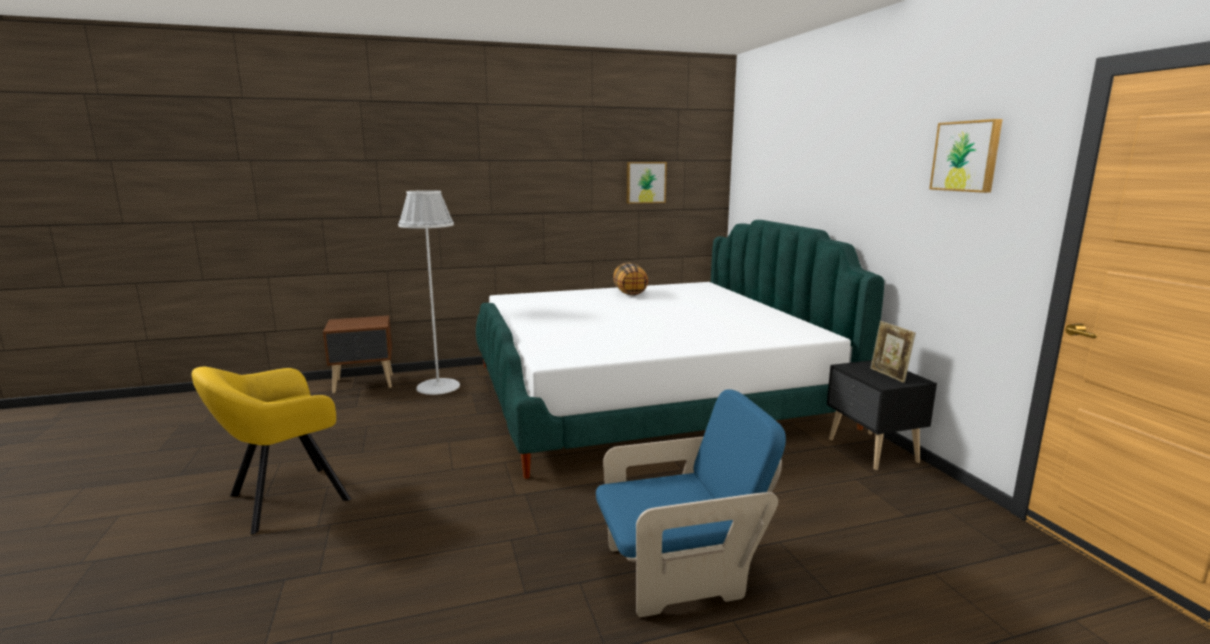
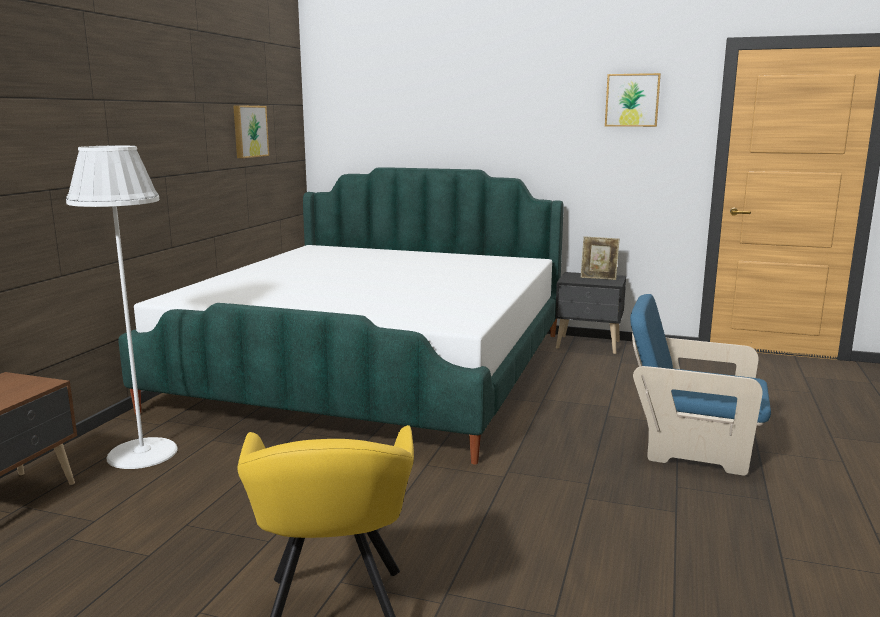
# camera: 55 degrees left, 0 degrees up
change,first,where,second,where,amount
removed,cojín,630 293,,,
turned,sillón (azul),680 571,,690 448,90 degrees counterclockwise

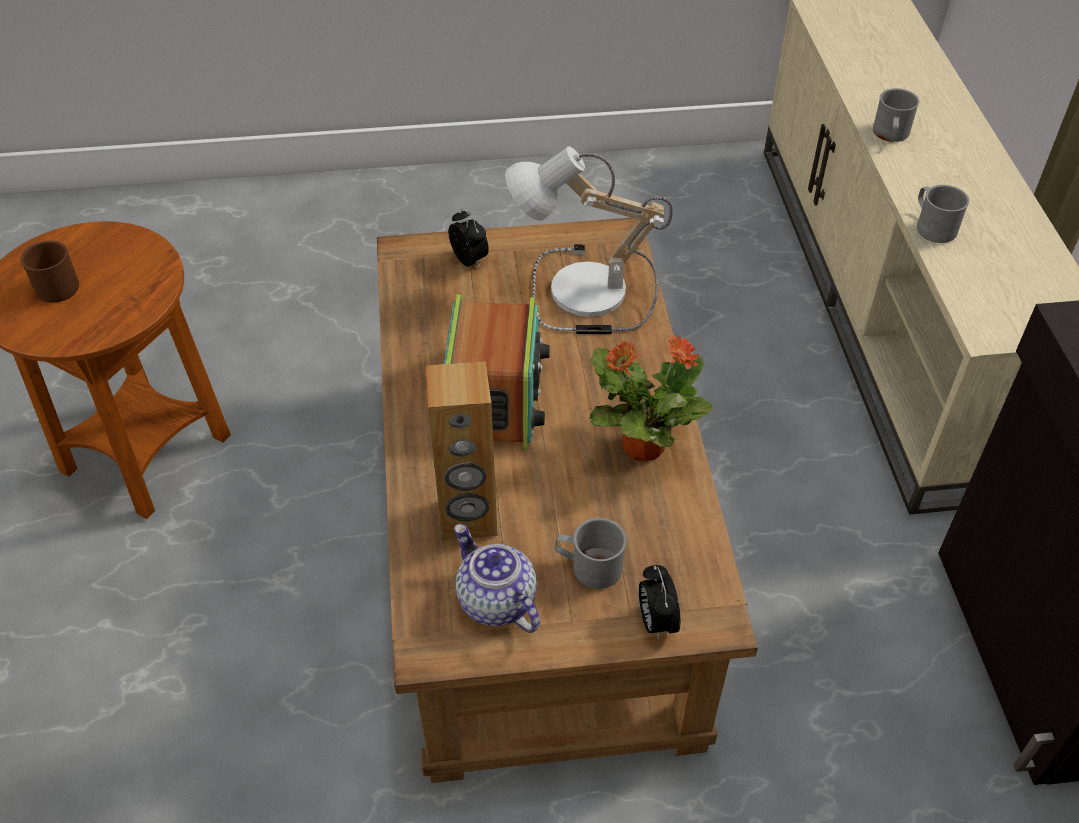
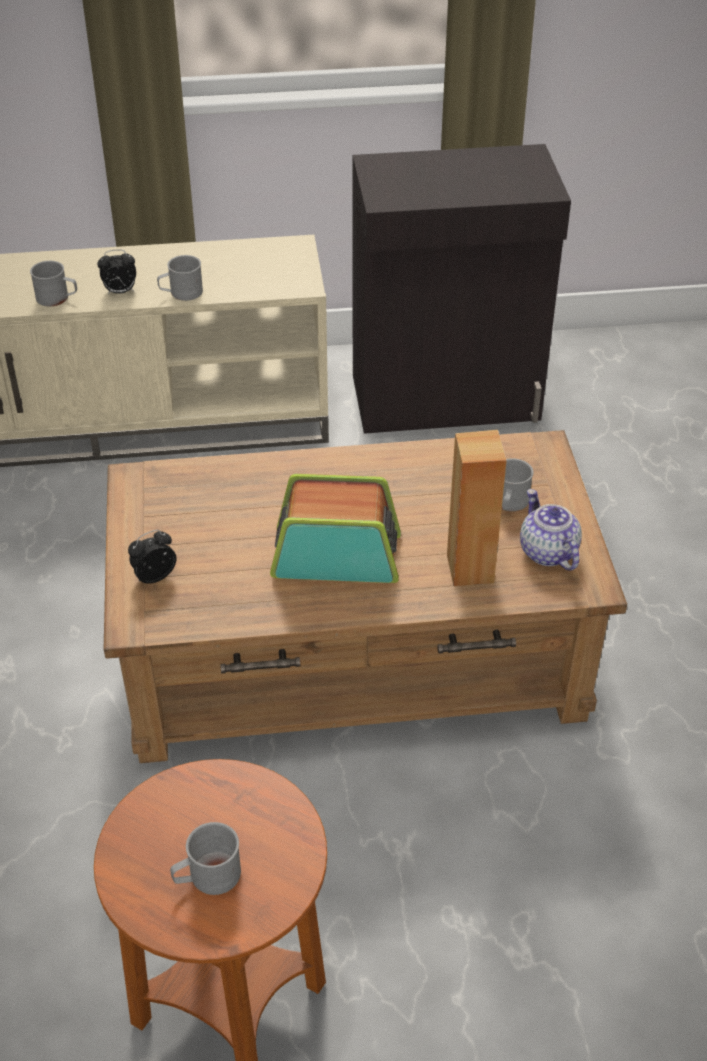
# camera: 90 degrees left, 5 degrees down
change,first,where,second,where,amount
removed,lámpara de mesa,583 296,,,
removed,planta en maceta,641 446,,,
moved,despertador,656 621,,120 292,
recoloured,taza grande (marrón),56 283,taza grande (gris),207 877,
turned,tetera,495 601,,547 552,105 degrees clockwise

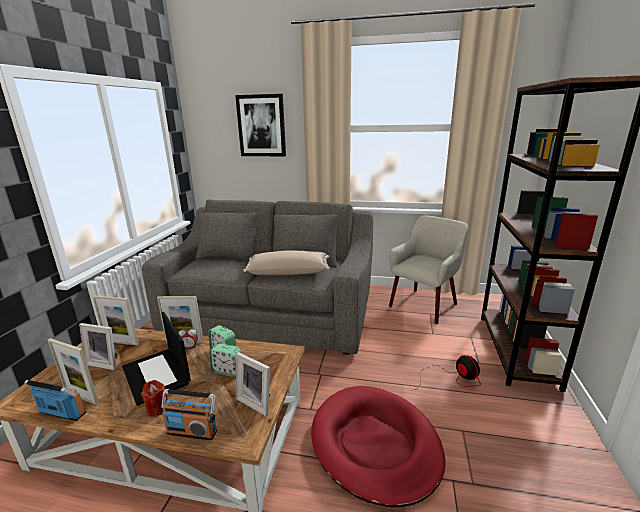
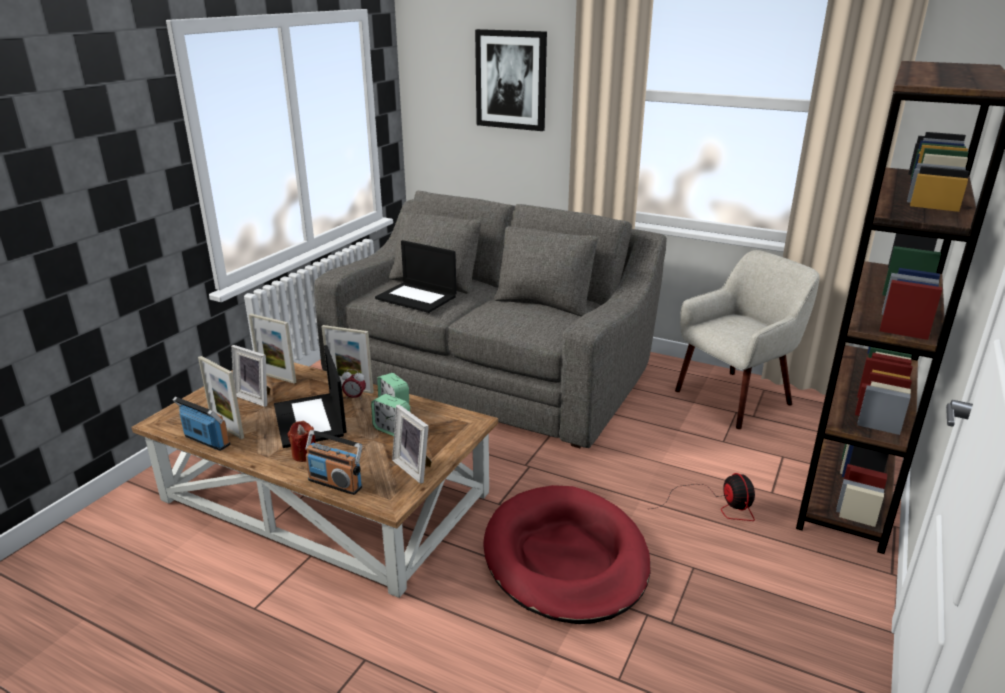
# camera: 15 degrees right, 5 degrees up
change,first,where,second,where,amount
removed,cojín (beis),288 272,,,
added,,,portátil,417 297,

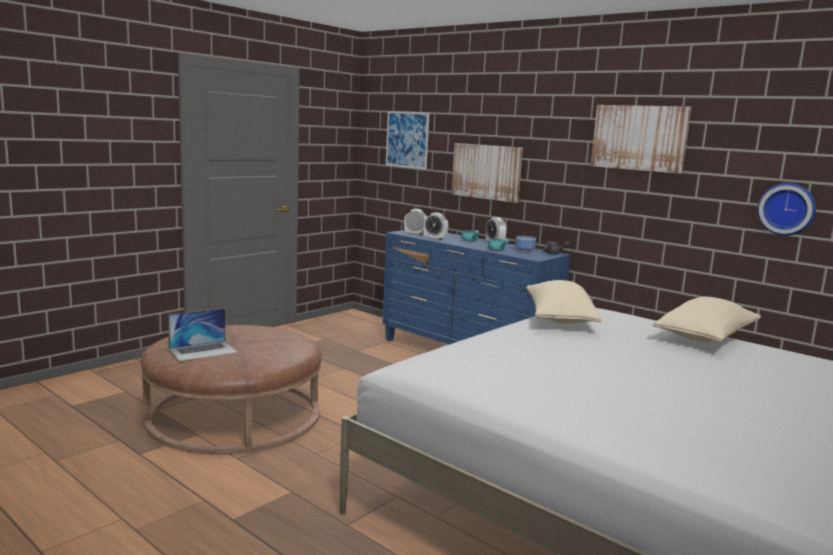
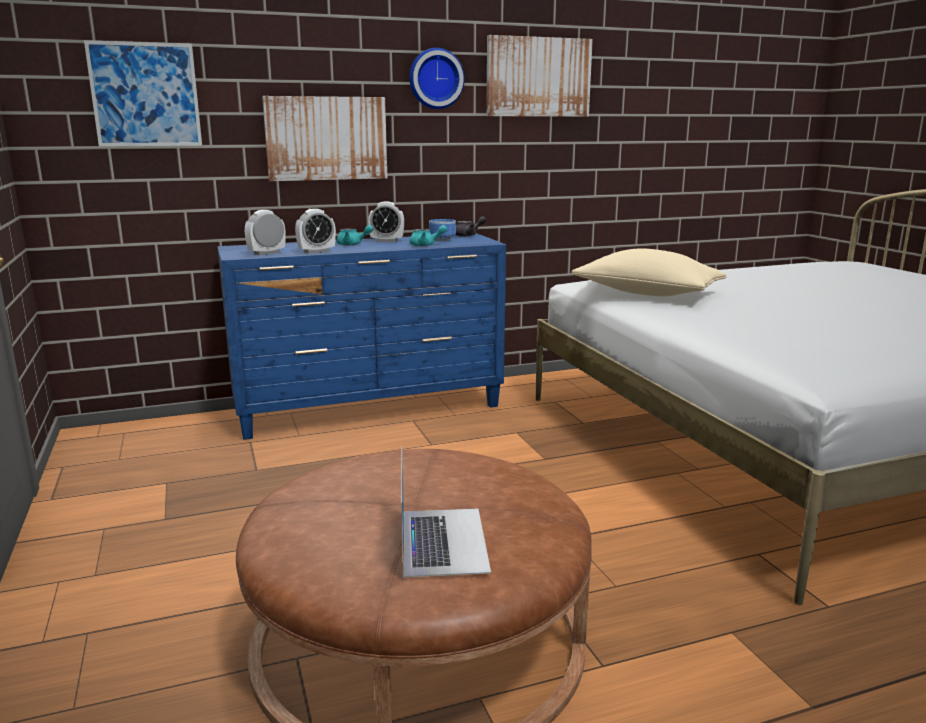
# camera: 60 degrees left, 5 degrees up
change,first,where,second,where,amount
removed,cojín (beis),706 338,,,
moved,reloj de pared,787 209,,435 79,

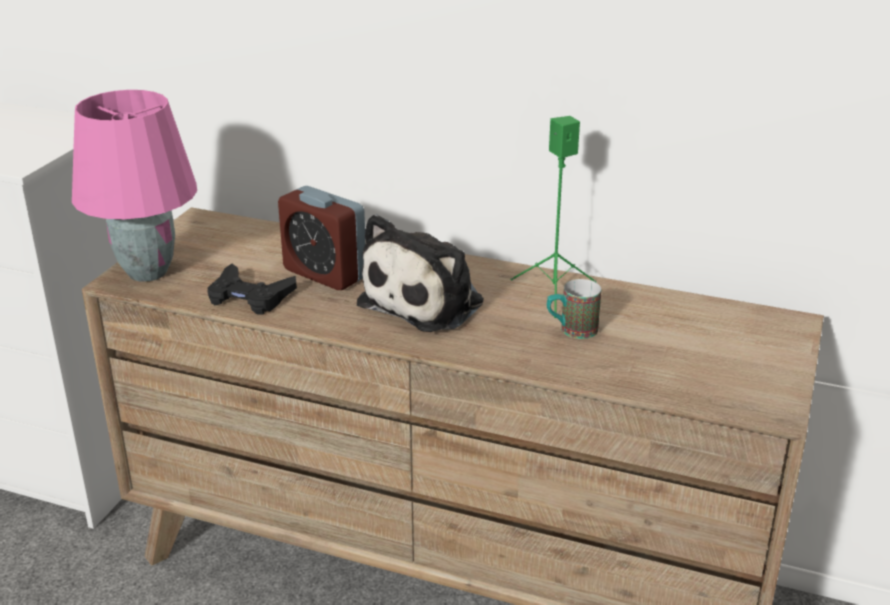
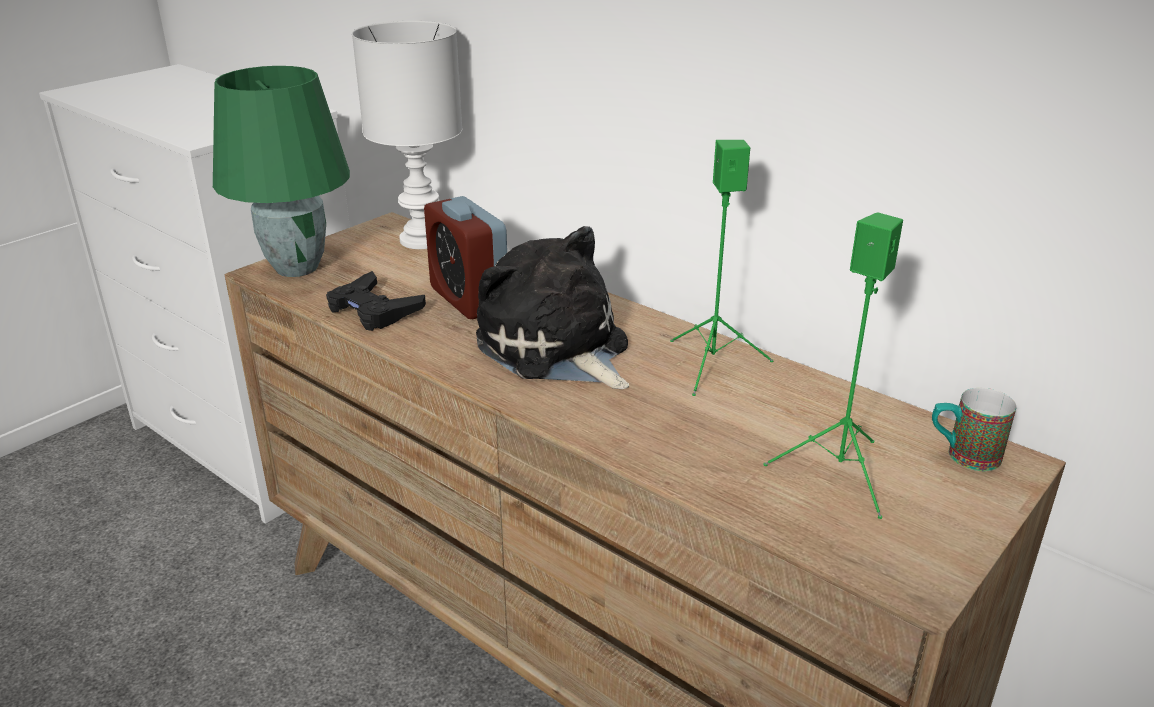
# camera: 20 degrees right, 0 degrees up
change,first,where,second,where,amount
added,,,lámpara de mesa (blanco),424 240,
added,,,altavoz (verde),840 474,
moved,taza grande,571 331,,962 456,
recoloured,lámpara de mesa (rosa),146 272,lámpara de mesa (verde),296 267,
turned,peluche,427 301,,556 349,90 degrees clockwise

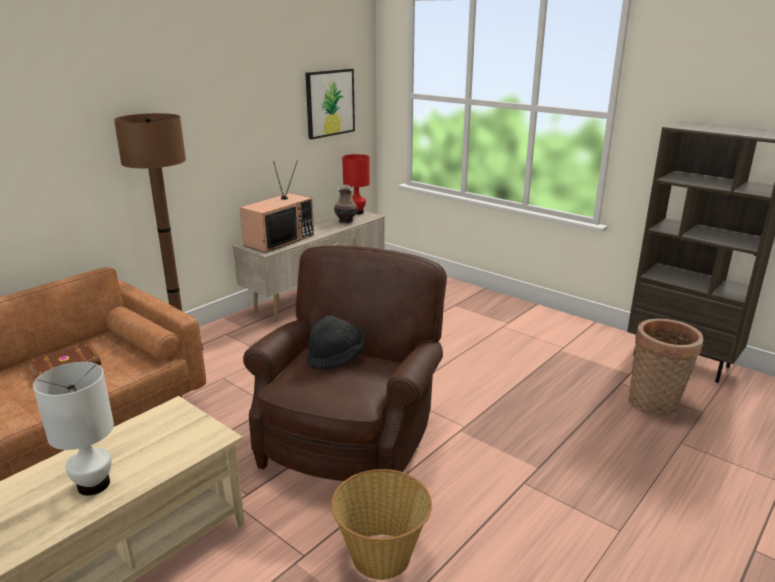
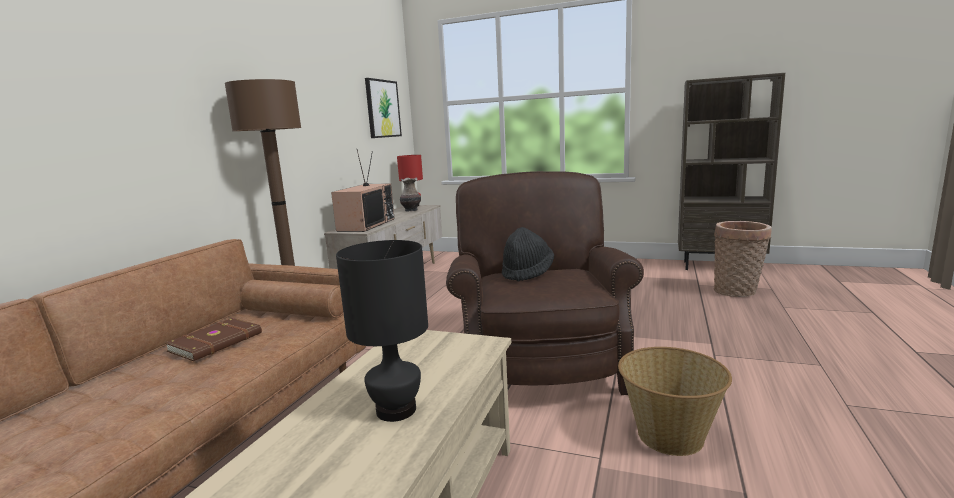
# camera: 20 degrees left, 10 degrees down
change,first,where,second,where,amount
recoloured,lámpara de mesa (blanco),93 484,lámpara de mesa (negro),395 410,

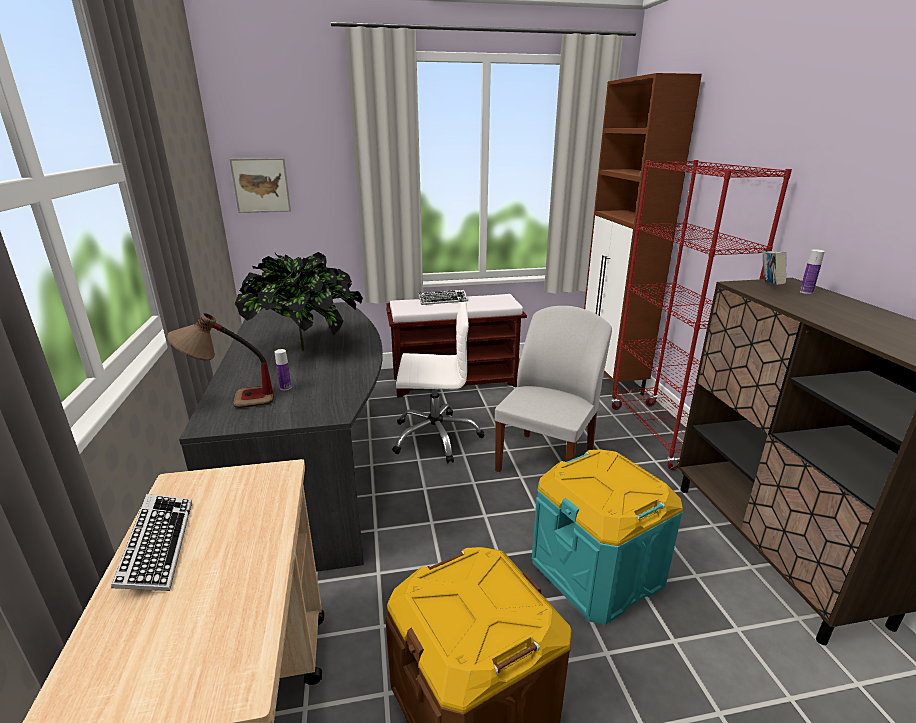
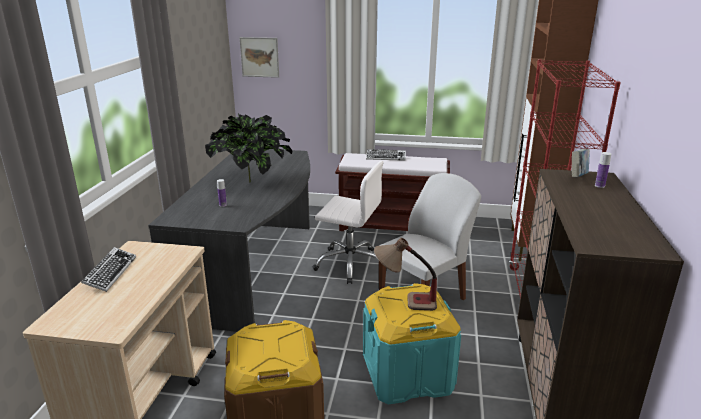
# camera: 20 degrees right, 0 degrees up
change,first,where,second,where,amount
moved,lámpara de mesa,230 402,,404 302,

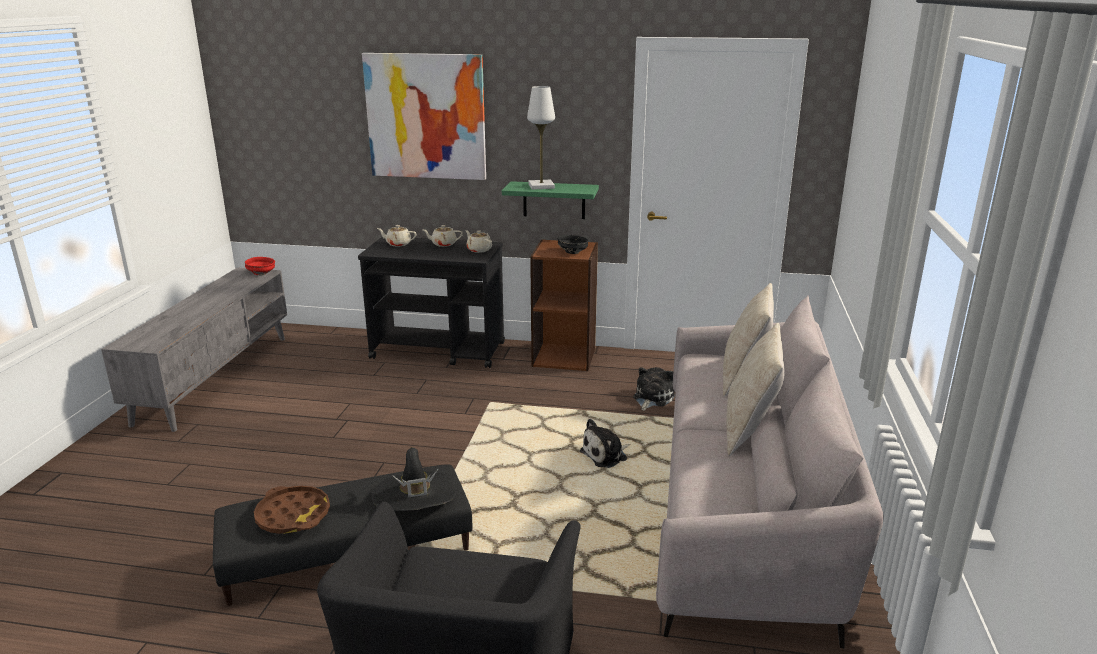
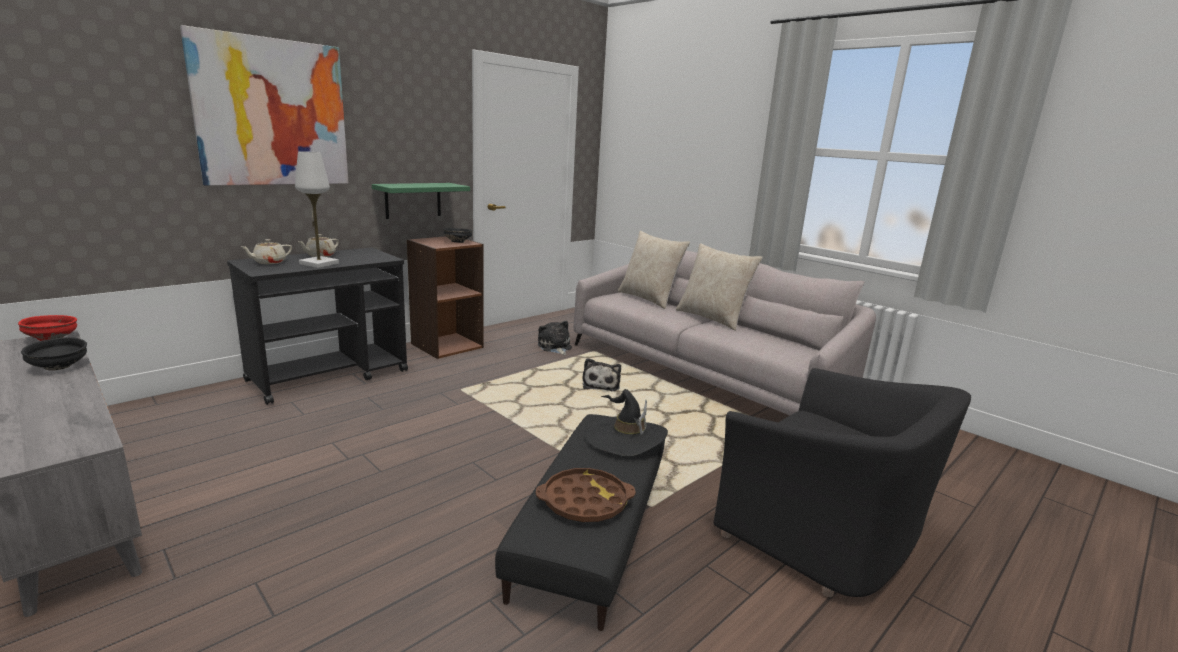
# camera: 55 degrees left, 5 degrees down
change,first,where,second,where,amount
removed,tetera (beis),479 250,,,
added,,,cuenco (negro),59 367,
moved,lámpara de mesa (blanco),541 186,,319 264,

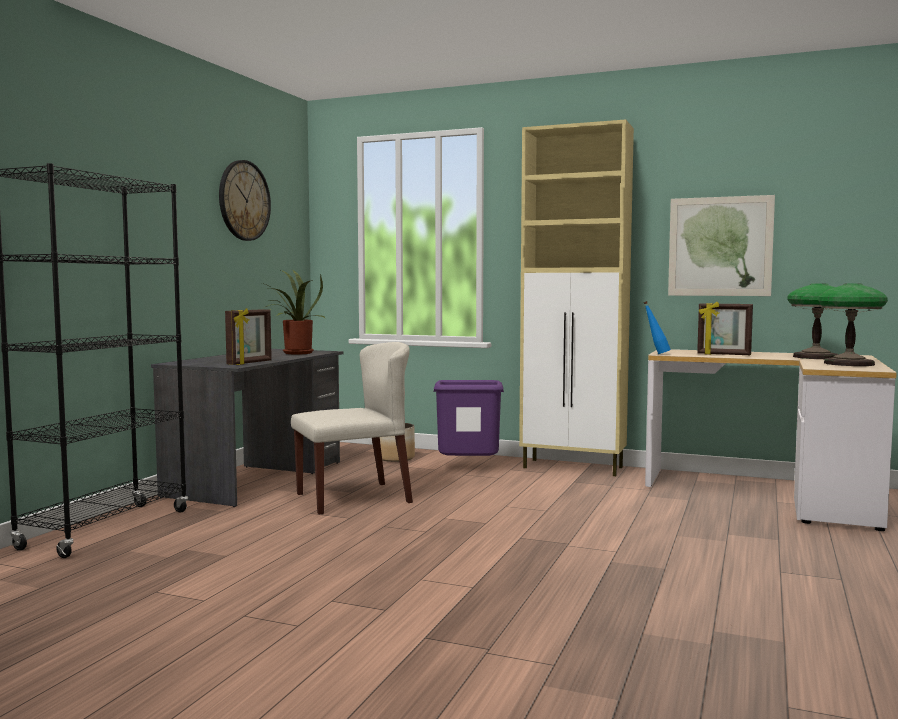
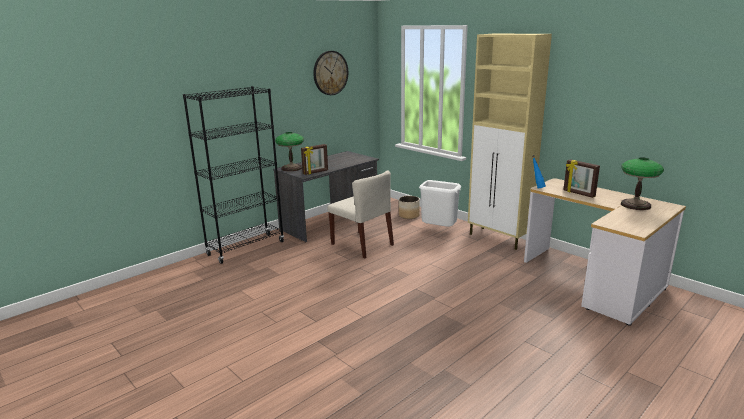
# camera: 25 degrees right, 15 degrees up
change,first,where,second,where,amount
removed,planta en maceta,295 353,,,
removed,cuadro,720 246,,,
moved,lámpara de mesa,848 363,,291 168,
recoloured,papelera (morado),468 469,papelera (blanco),439 230,
turned,silla (beis),354 498,,362 244,45 degrees clockwise

